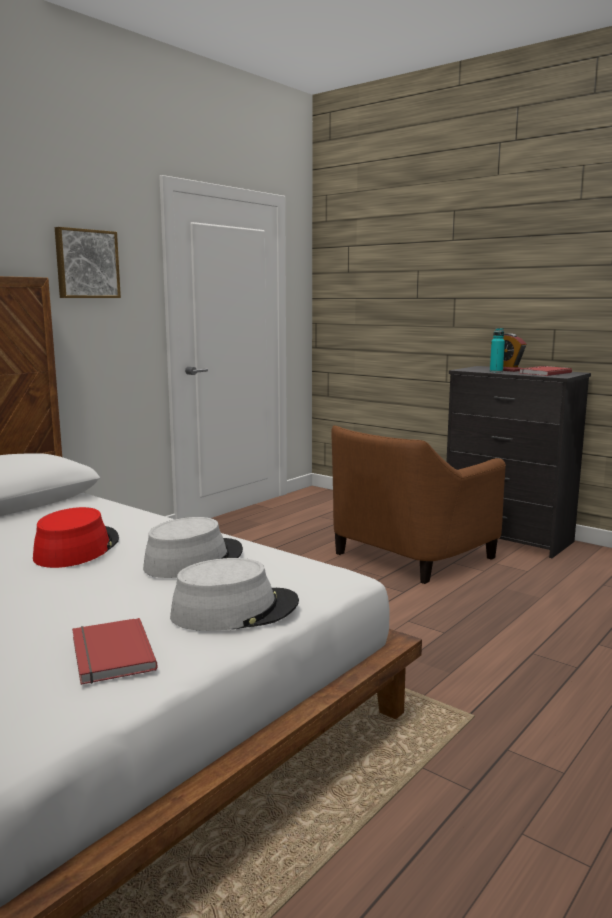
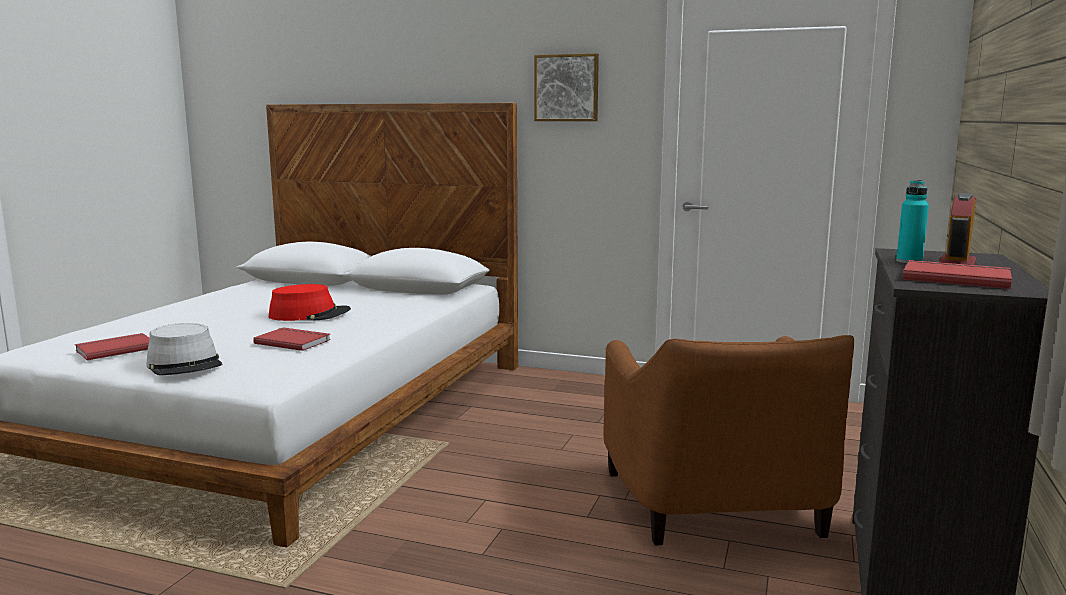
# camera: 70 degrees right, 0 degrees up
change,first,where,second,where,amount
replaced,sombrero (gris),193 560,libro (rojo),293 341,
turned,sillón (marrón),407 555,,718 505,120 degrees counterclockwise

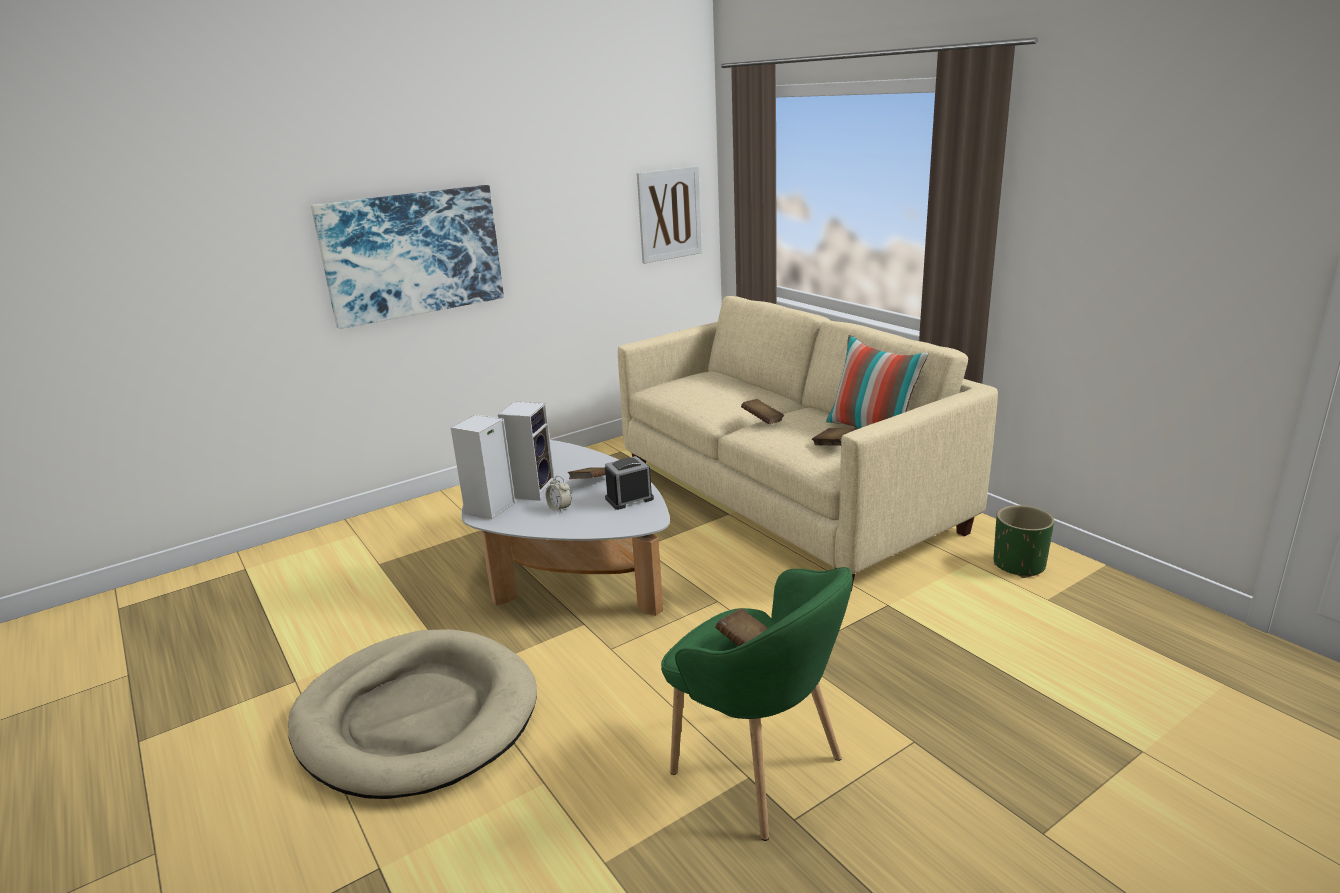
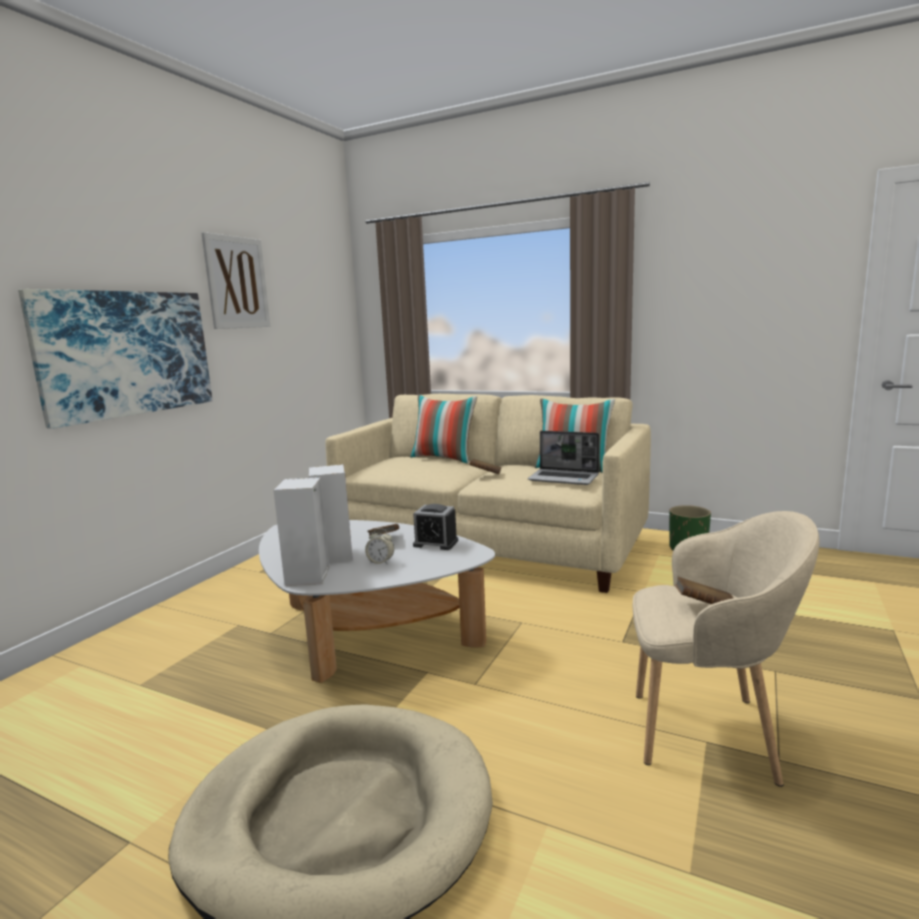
# camera: 30 degrees left, 10 degrees down
change,first,where,second,where,amount
added,,,cojín,444 458,
moved,cuadro,669 214,,237 282,
replaced,libro (marrón),835 446,portátil,564 478,
recoloured,sillón (verde),759 771,sillón (beis),708 733,
turned,despertador,629 499,,435 543,105 degrees counterclockwise

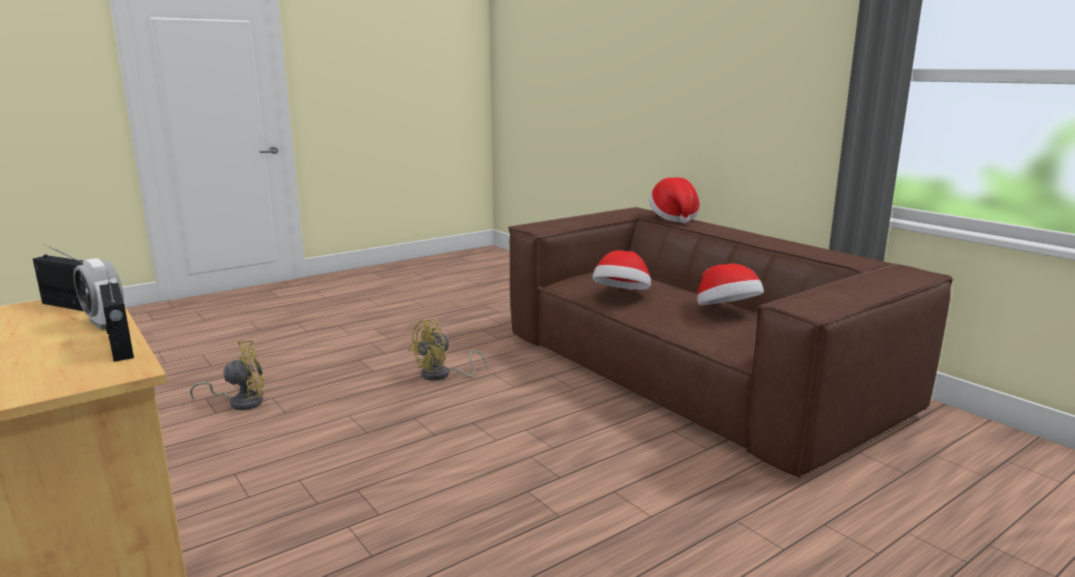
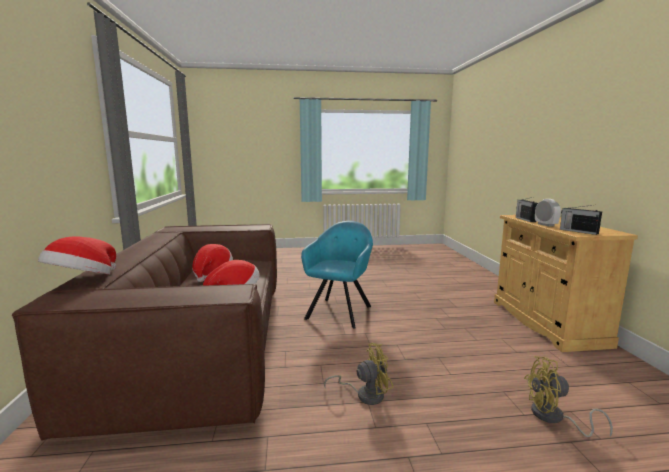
# camera: 150 degrees left, 5 degrees down
change,first,where,second,where,amount
added,,,sillón (turquesa),340 311,

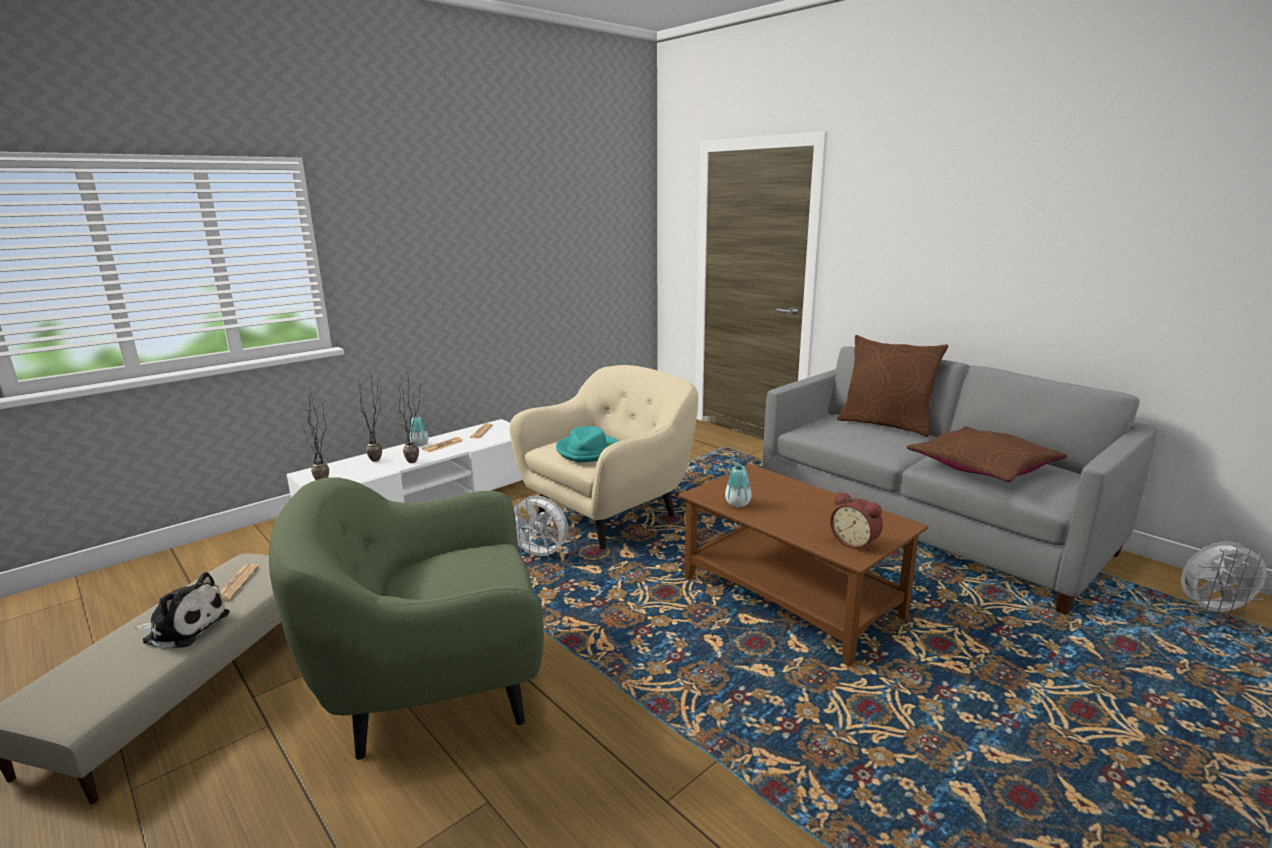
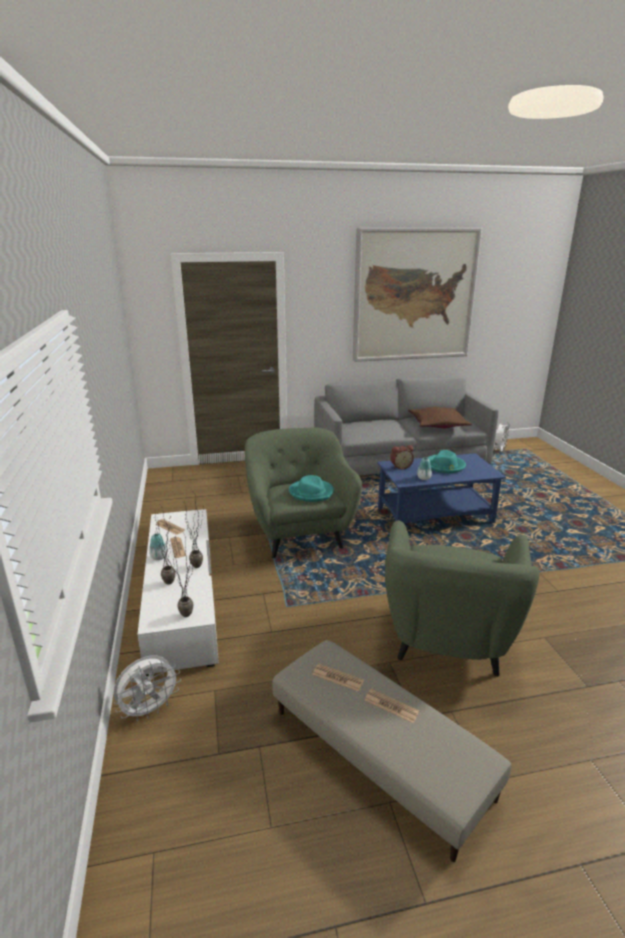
# camera: 60 degrees left, 5 degrees up
change,first,where,second,where,amount
removed,cojín (marrón),885 424,,,
added,,,cuadro,414 295,
added,,,sombrero (turquesa),444 466,
moved,ventilador (blanco),540 556,,149 710,
moved,despertador,855 542,,400 467,
replaced,peluche,184 627,periódico,391 706,
recoloured,sillón (beis),610 515,sillón (verde),299 533,
recoloured,mesa de centro (marrón),792 598,mesa de centro (azul),435 515,

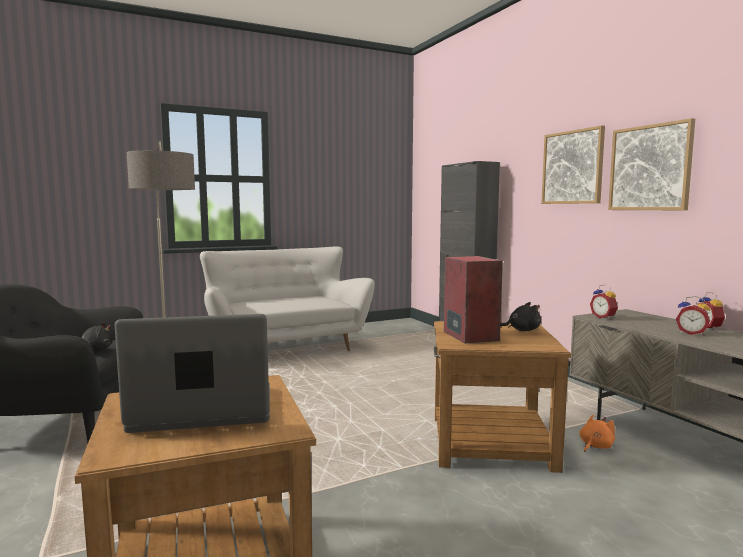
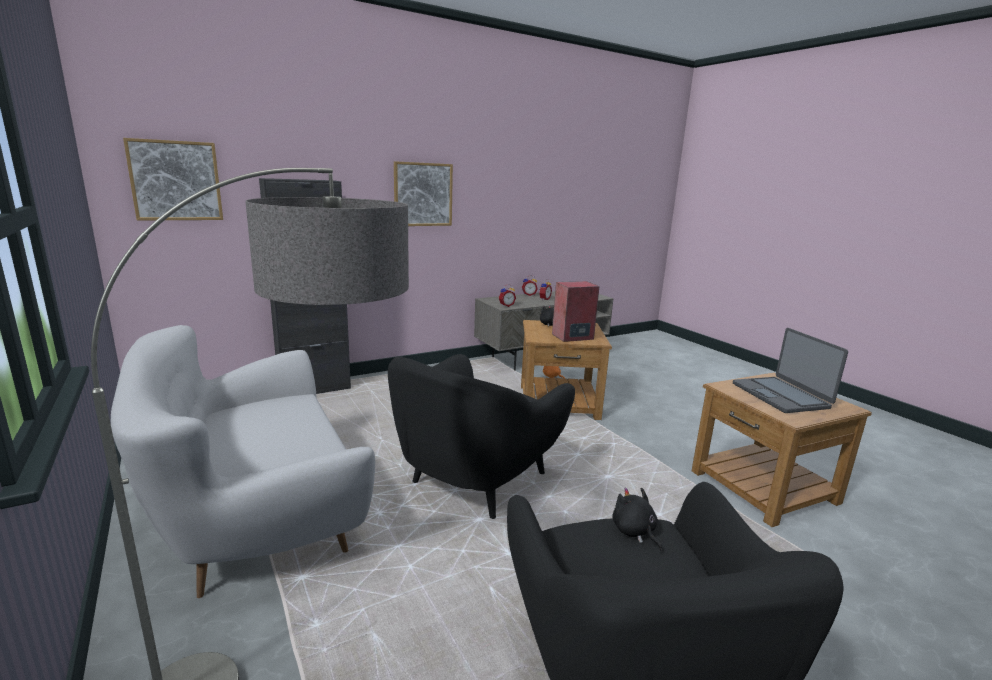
# camera: 95 degrees left, 10 degrees up
change,first,where,second,where,amount
added,,,sillón (negro),476 480,
moved,cuadro,650 168,,176 181,

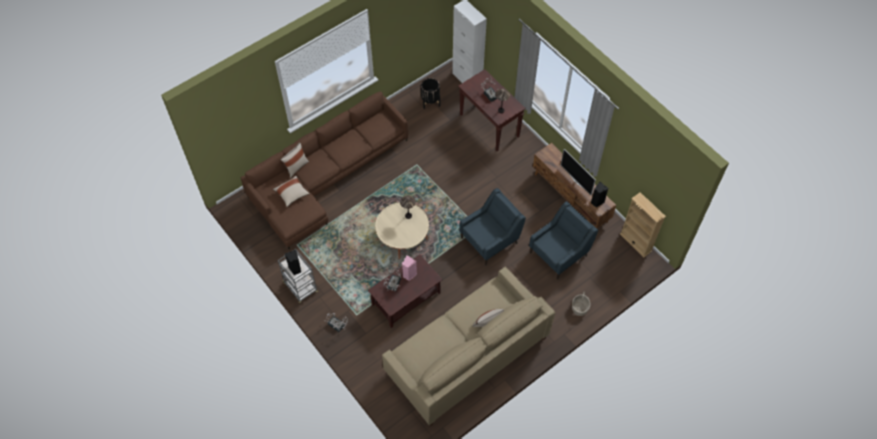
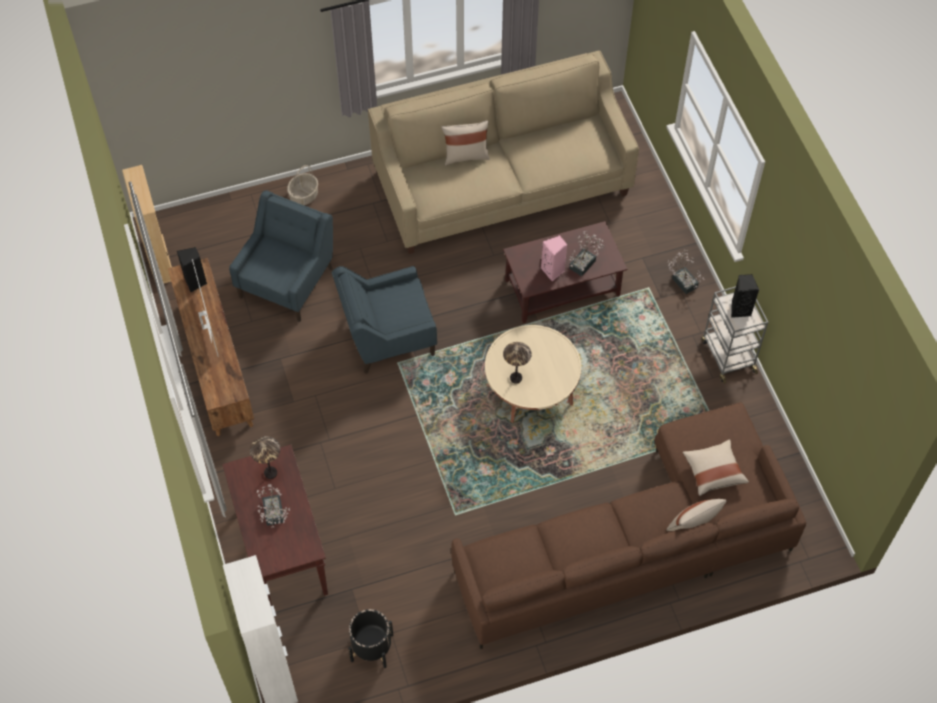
# camera: 160 degrees left, 0 degrees up
change,first,where,second,where,amount
turned,sillón (azul),559 253,,287 281,135 degrees clockwise

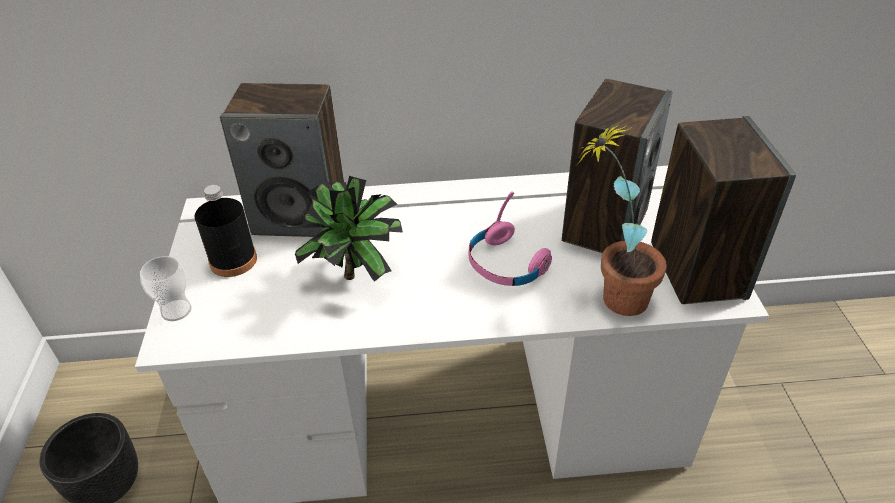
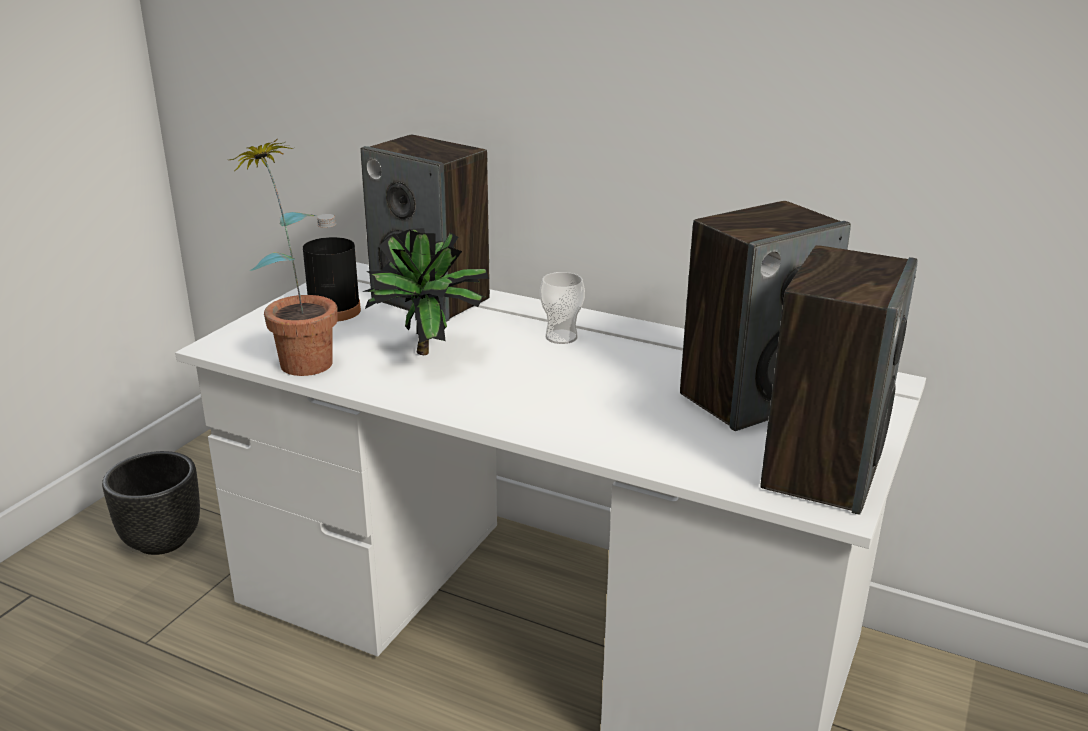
# camera: 30 degrees right, 15 degrees down
change,first,where,second,where,amount
removed,auriculares (rosa),506 264,,,
moved,taza,176 310,,561 337,
moved,planta en maceta,611 295,,299 357,

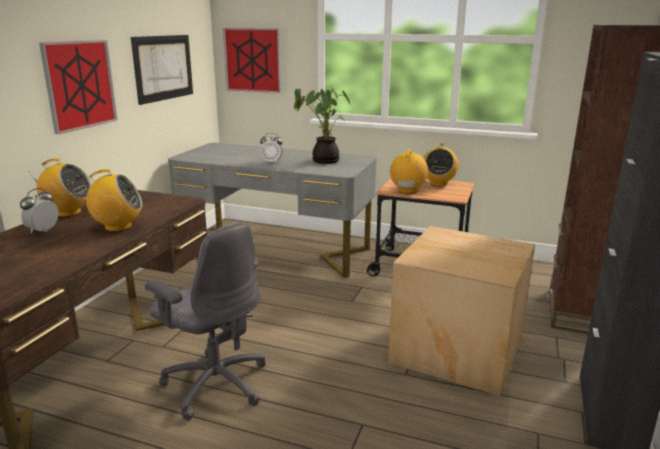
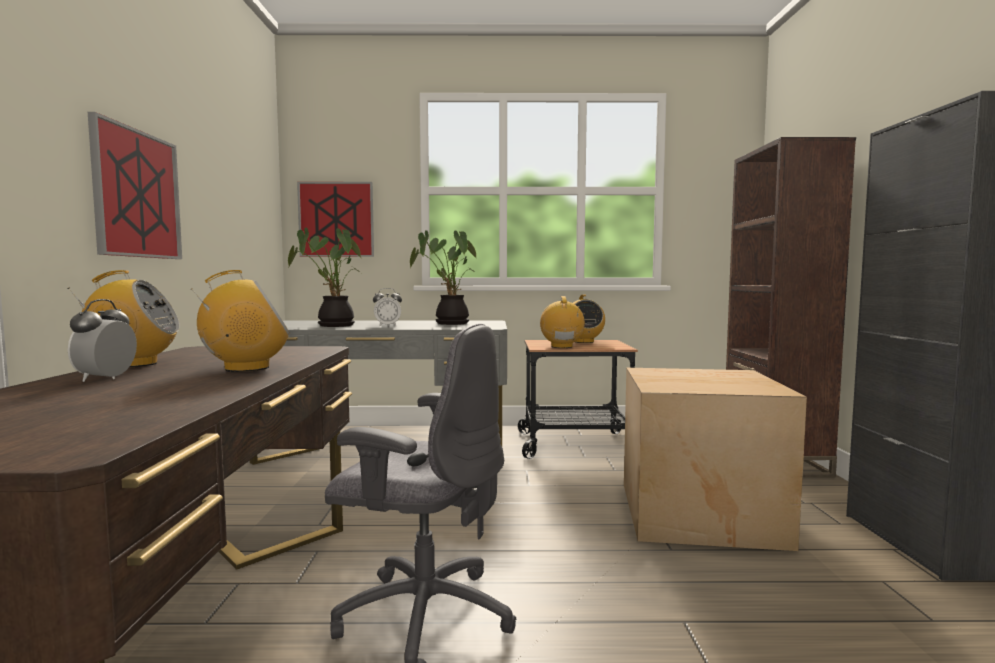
# camera: 20 degrees left, 15 degrees down
change,first,where,second,where,amount
removed,cuadro,164 68,,,
added,,,planta en maceta,332 325,

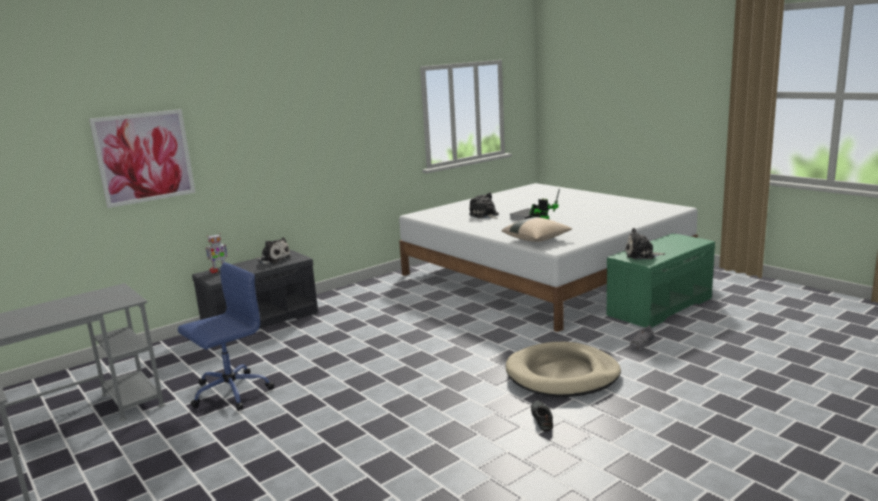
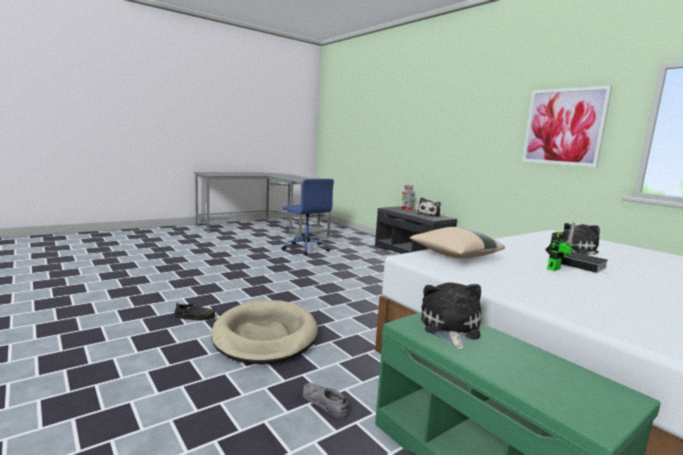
# camera: 90 degrees right, 5 degrees down
change,first,where,second,where,amount
moved,cuadro,144 157,,563 127,

